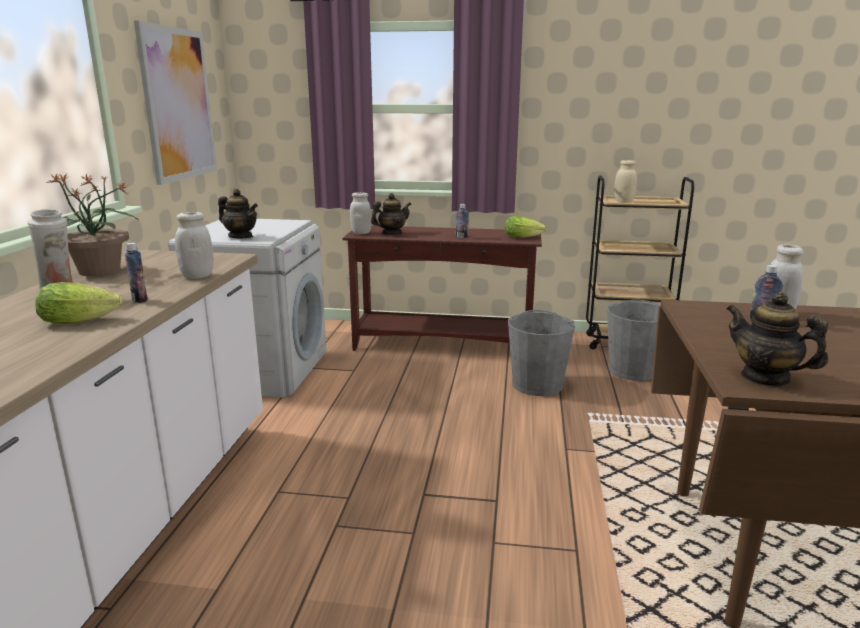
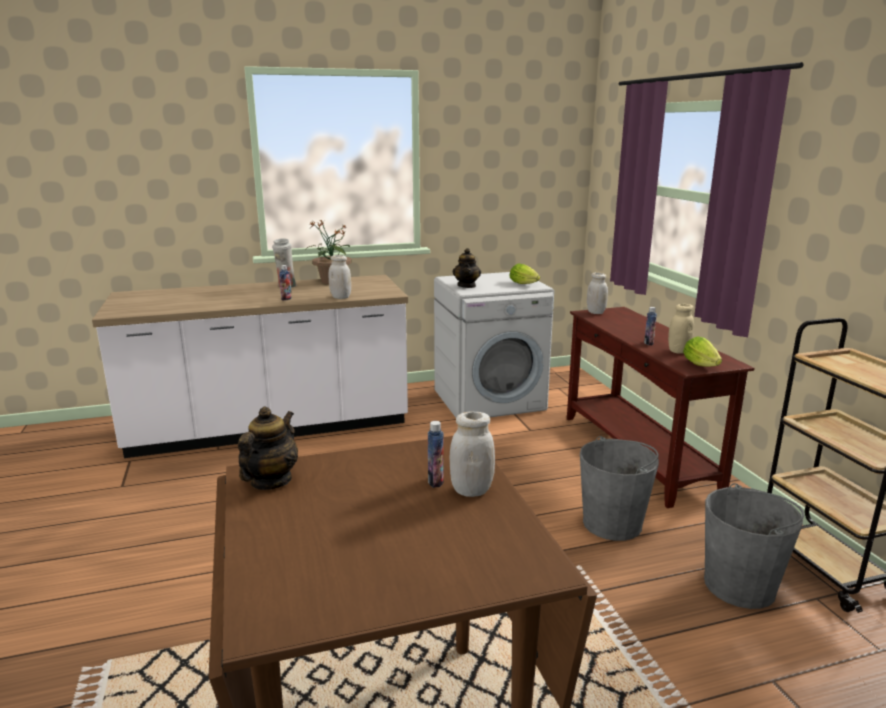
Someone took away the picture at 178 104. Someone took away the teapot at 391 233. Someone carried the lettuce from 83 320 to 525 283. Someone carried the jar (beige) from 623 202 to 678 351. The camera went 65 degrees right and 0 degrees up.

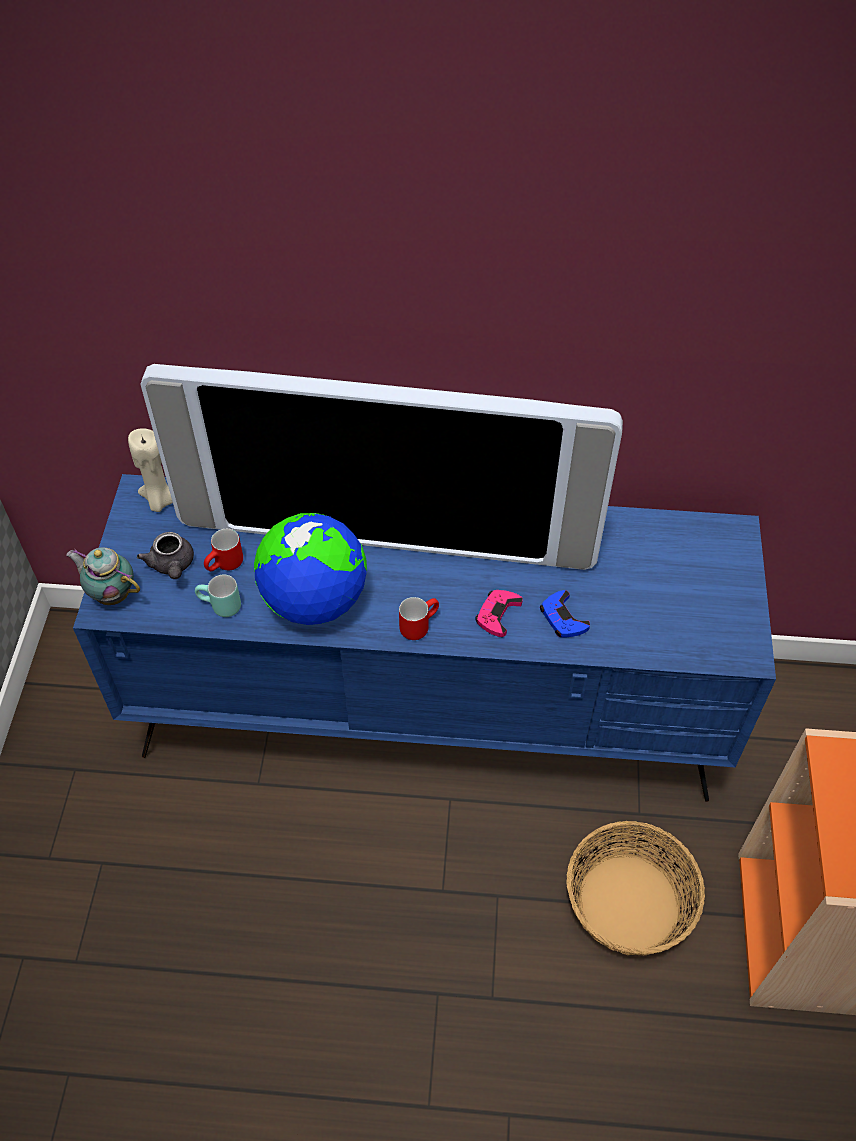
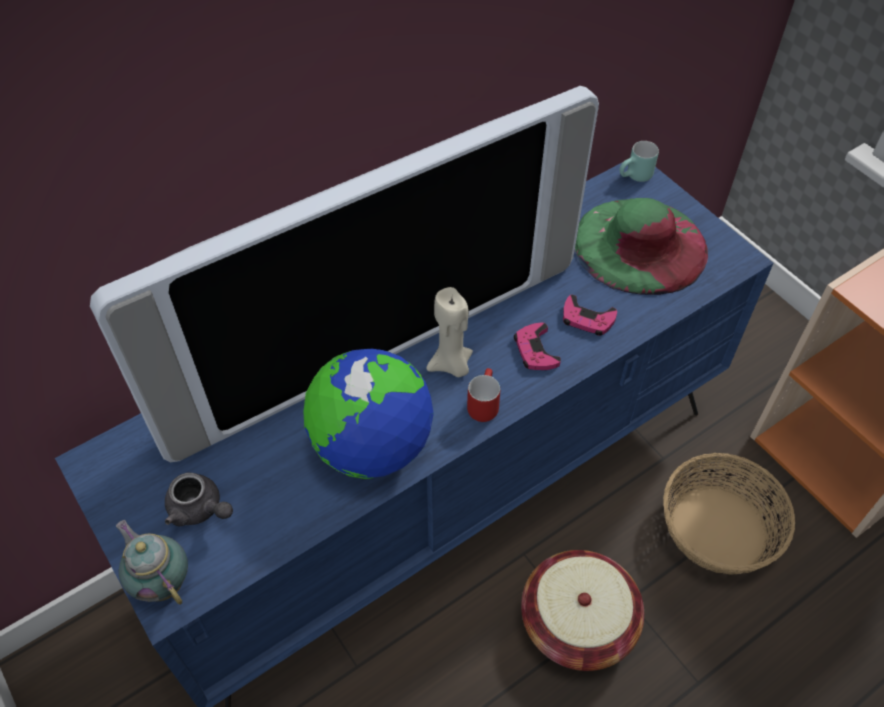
Someone took away the mug (red) at 226 566. Someone put down the basket at 578 622. Someone put down the hat (green) at 640 245. Someone carried the candle (beige) from 159 500 to 451 365. Someone carried the mug (turquoise) from 219 607 to 635 178. Someone repainted the game controller (blue) at 563 618, which became the game controller (pink) at 587 319. Someone rotated the teapot at 111 594 by 60 degrees clockwise. The camera went 40 degrees left and 0 degrees up.

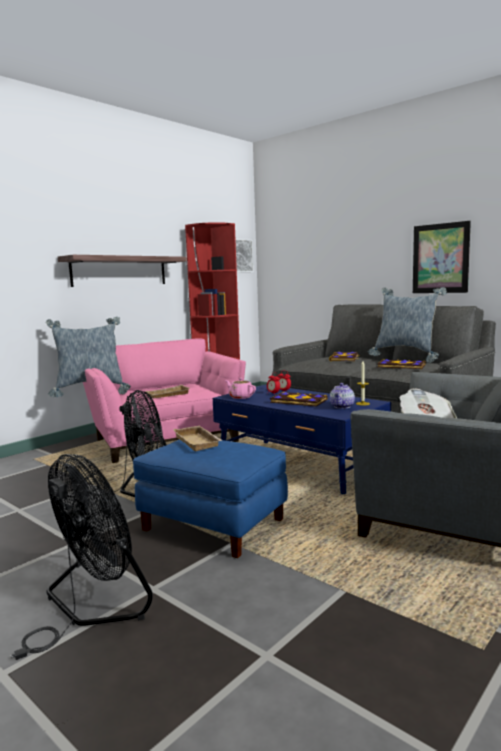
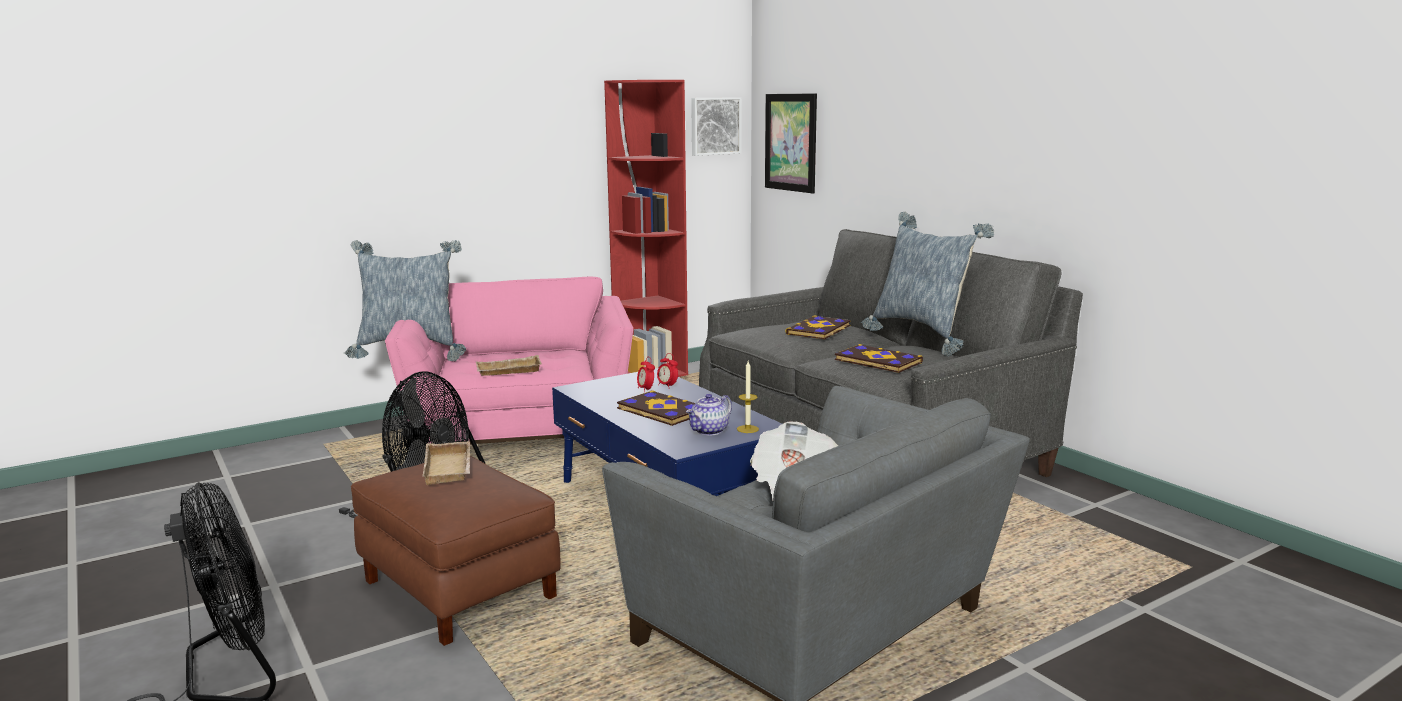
Someone took away the shelf at 120 271. Someone took away the teapot (pink) at 240 397. Someone carried the picture from 440 258 to 790 142. Someone repainted the ottoman (blue) at 212 525, which became the ottoman (brown) at 457 589. The camera went 15 degrees right and 5 degrees up.

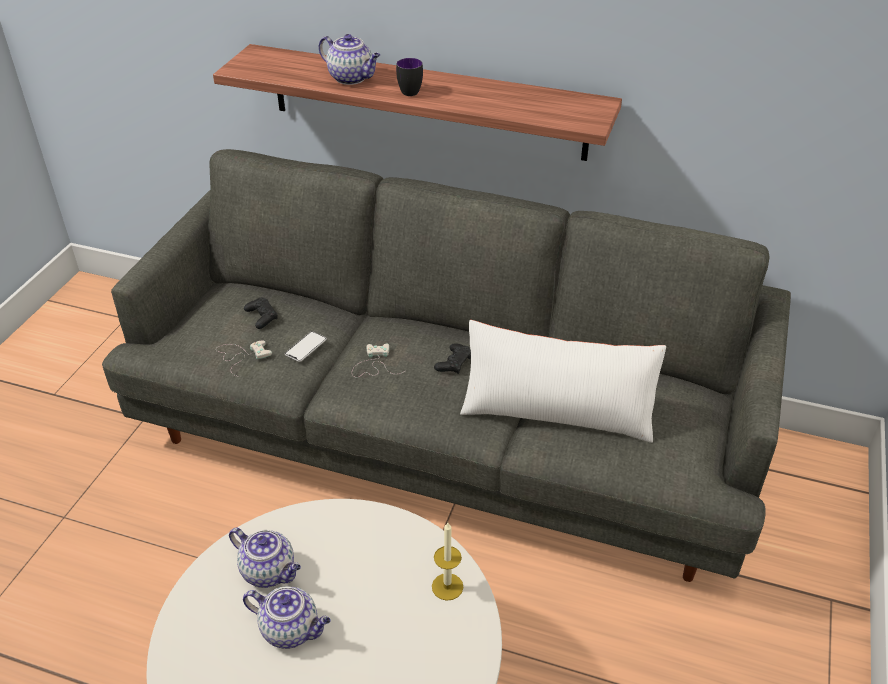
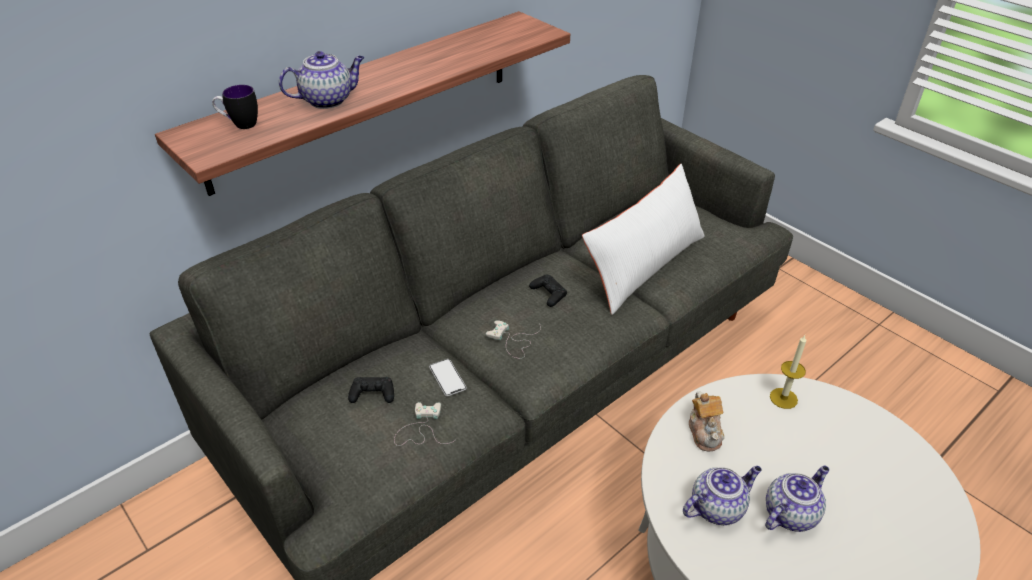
Someone put down the teapot at 705 432. Someone carried the mug from 407 90 to 240 124. The camera went 60 degrees left and 0 degrees up.

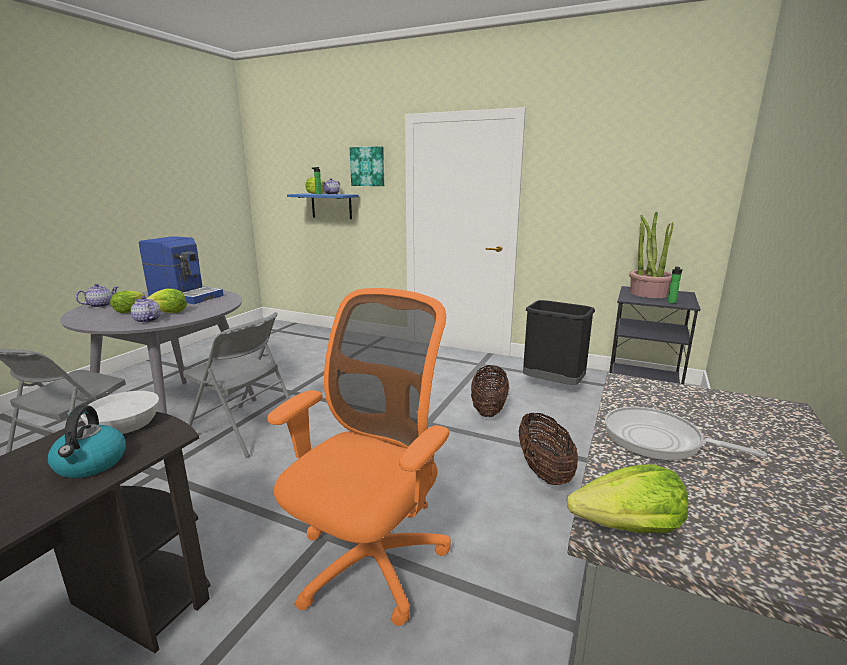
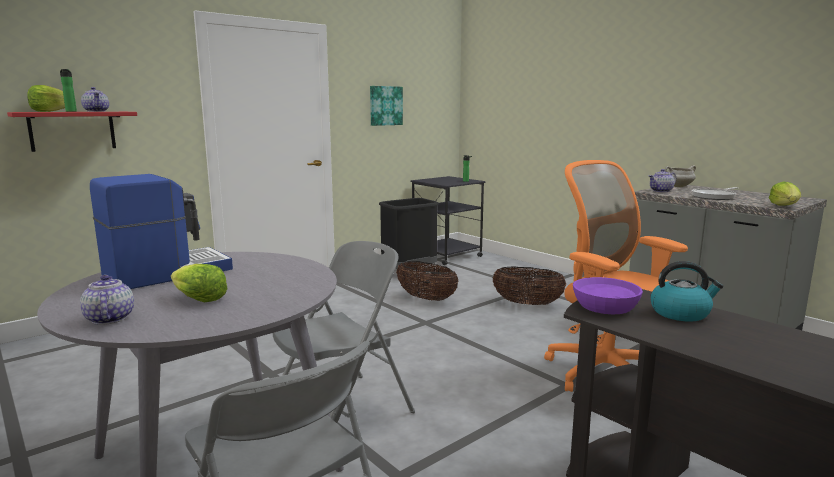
Someone took away the lettuce at 168 312. Someone took away the potted plant at 648 293. Someone put down the cooking pot (white) at 678 186. Someone carried the teapot from 147 320 to 661 191. Someone carried the picture from 368 166 to 385 105. Someone repainted the bowl (white) at 125 423, which became the bowl (purple) at 604 306. Someone repainted the shelf (blue) at 331 206, which became the shelf (red) at 72 130. The camera went 65 degrees left and 5 degrees down.

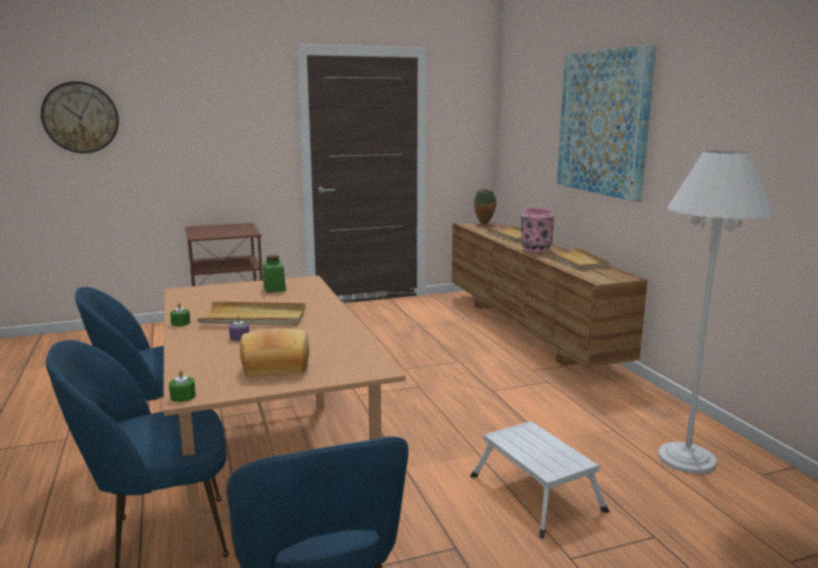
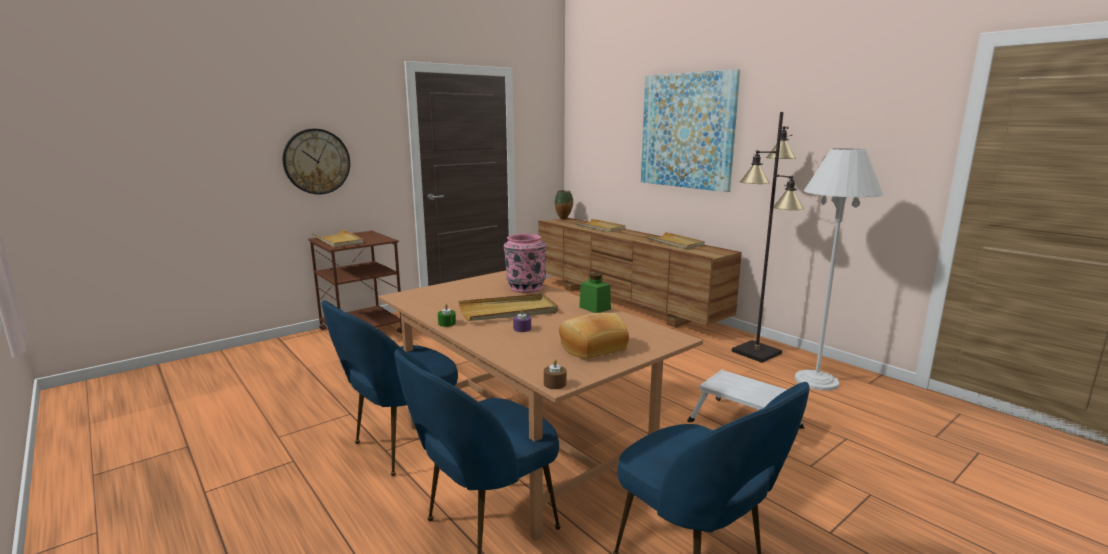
Someone put down the tray (beige) at 338 241. Someone put down the floor lamp (black) at 757 352. Someone carried the wall clock from 80 117 to 317 161. Someone carried the jar (green) from 274 289 to 595 308. Someone carried the vase (pink) from 535 249 to 525 287. Someone repainted the candle (green) at 183 396, which became the candle (brown) at 555 384. The camera went 20 degrees left and 0 degrees up.

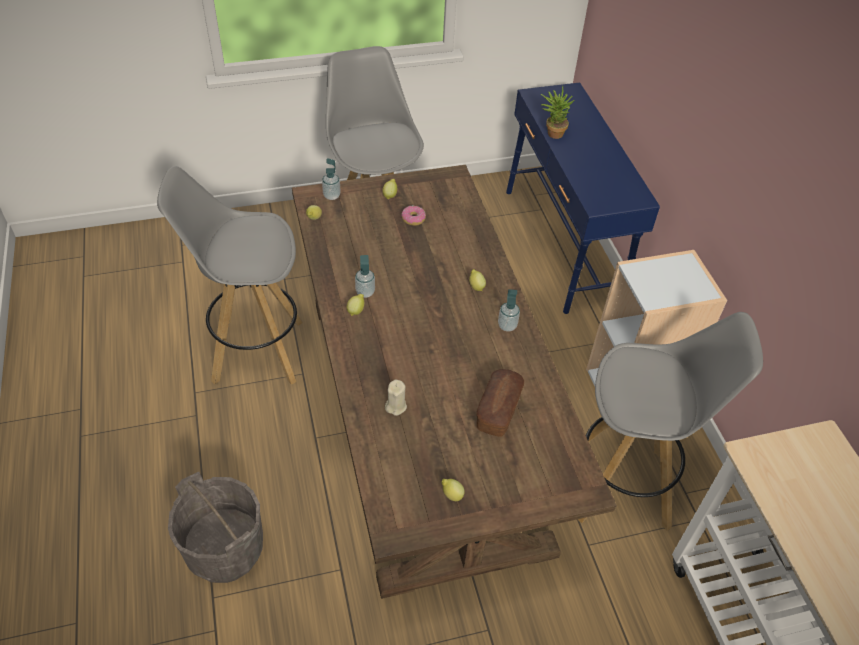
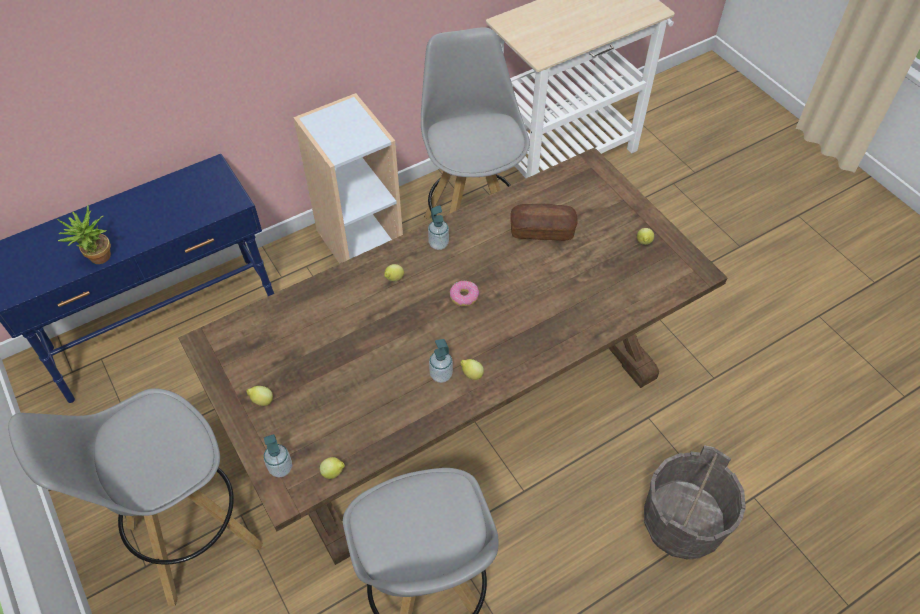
Someone took away the candle (beige) at 396 406. Someone carried the donut from 413 219 to 464 297. The camera went 105 degrees left and 5 degrees up.

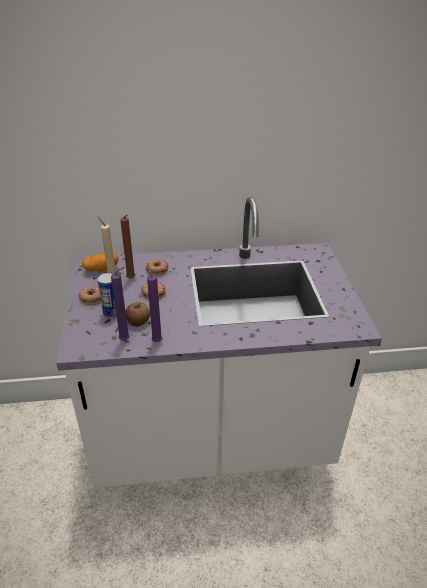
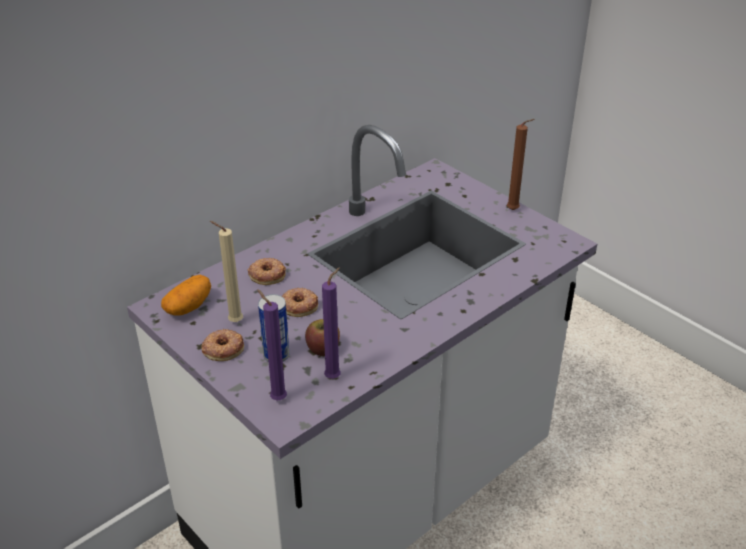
Someone carried the candle (brown) from 131 279 to 514 210. Someone carried the candle (purple) from 156 340 to 276 398. The camera went 35 degrees left and 0 degrees up.

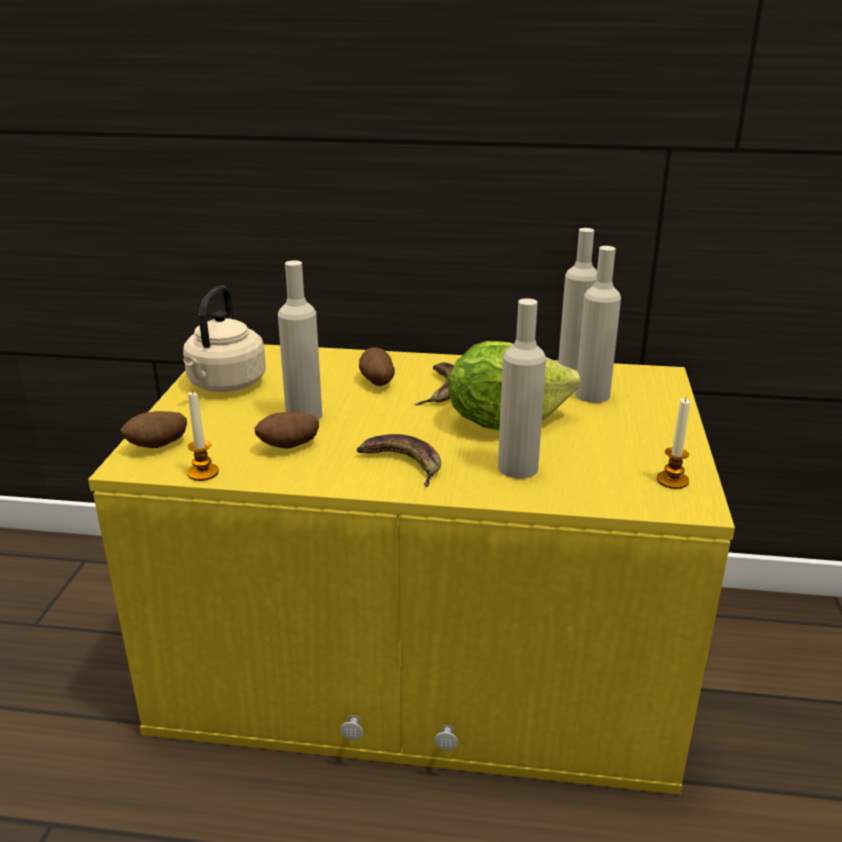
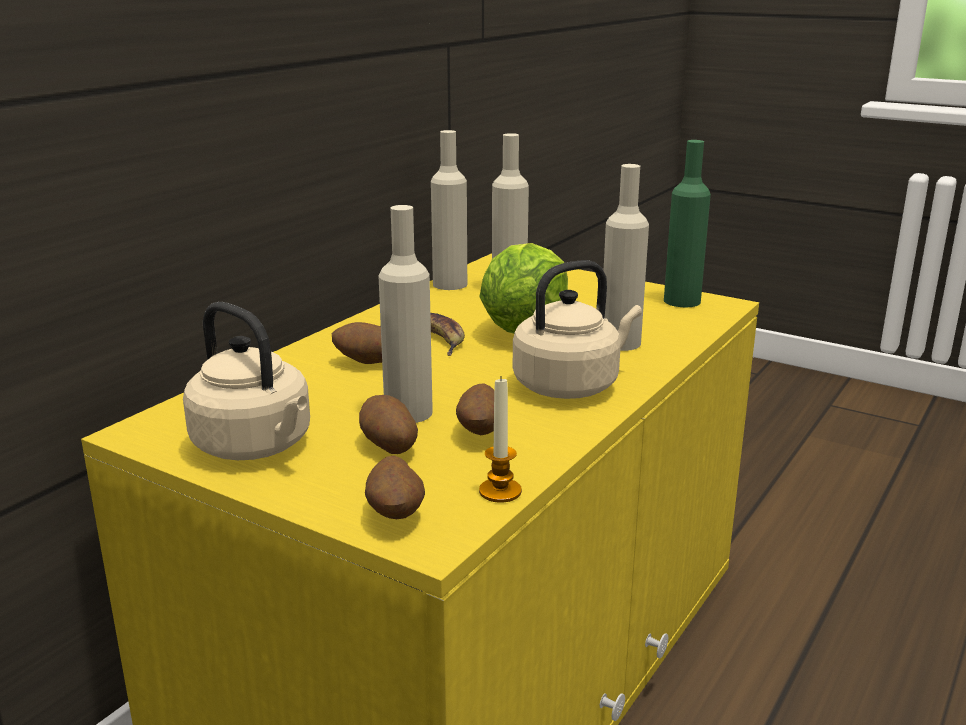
Someone put down the potato at 388 447. Someone swapped the banana at 401 463 for the kettle (beige) at 570 385. Someone swapped the candle at 672 480 for the bottle (green) at 682 301. The camera went 65 degrees left and 5 degrees down.

